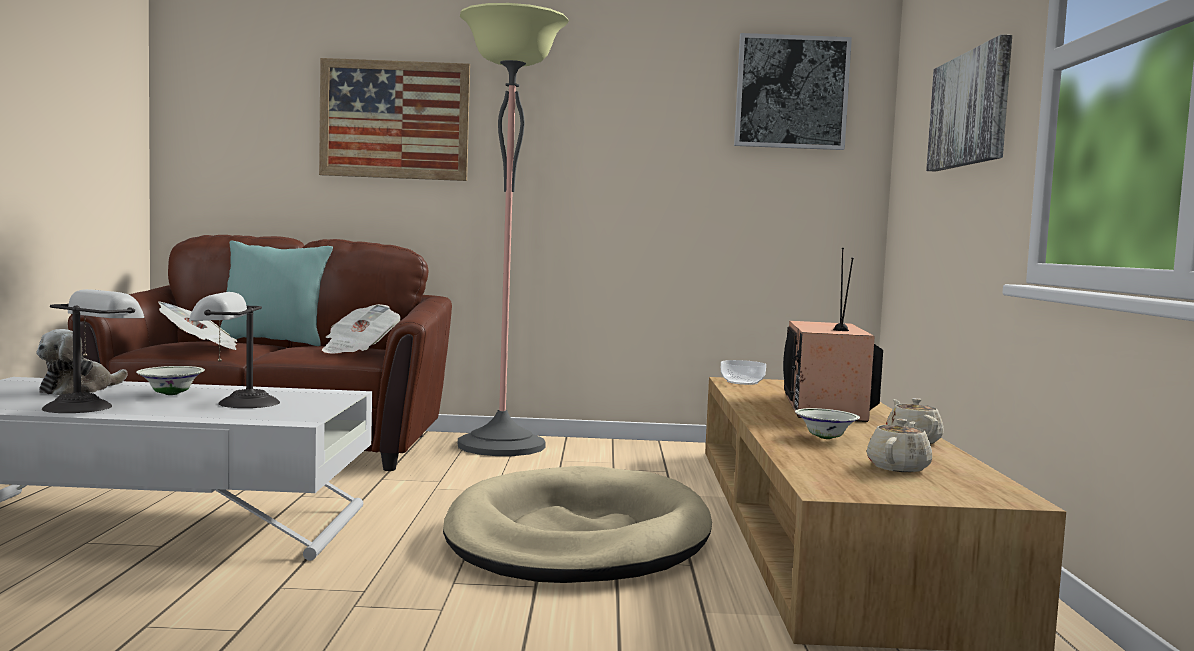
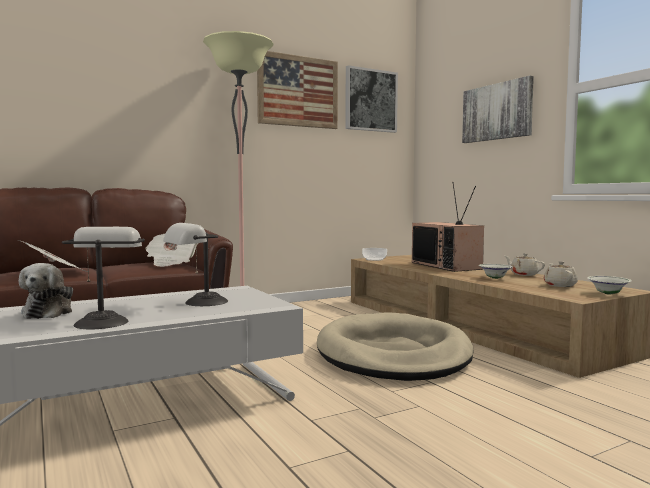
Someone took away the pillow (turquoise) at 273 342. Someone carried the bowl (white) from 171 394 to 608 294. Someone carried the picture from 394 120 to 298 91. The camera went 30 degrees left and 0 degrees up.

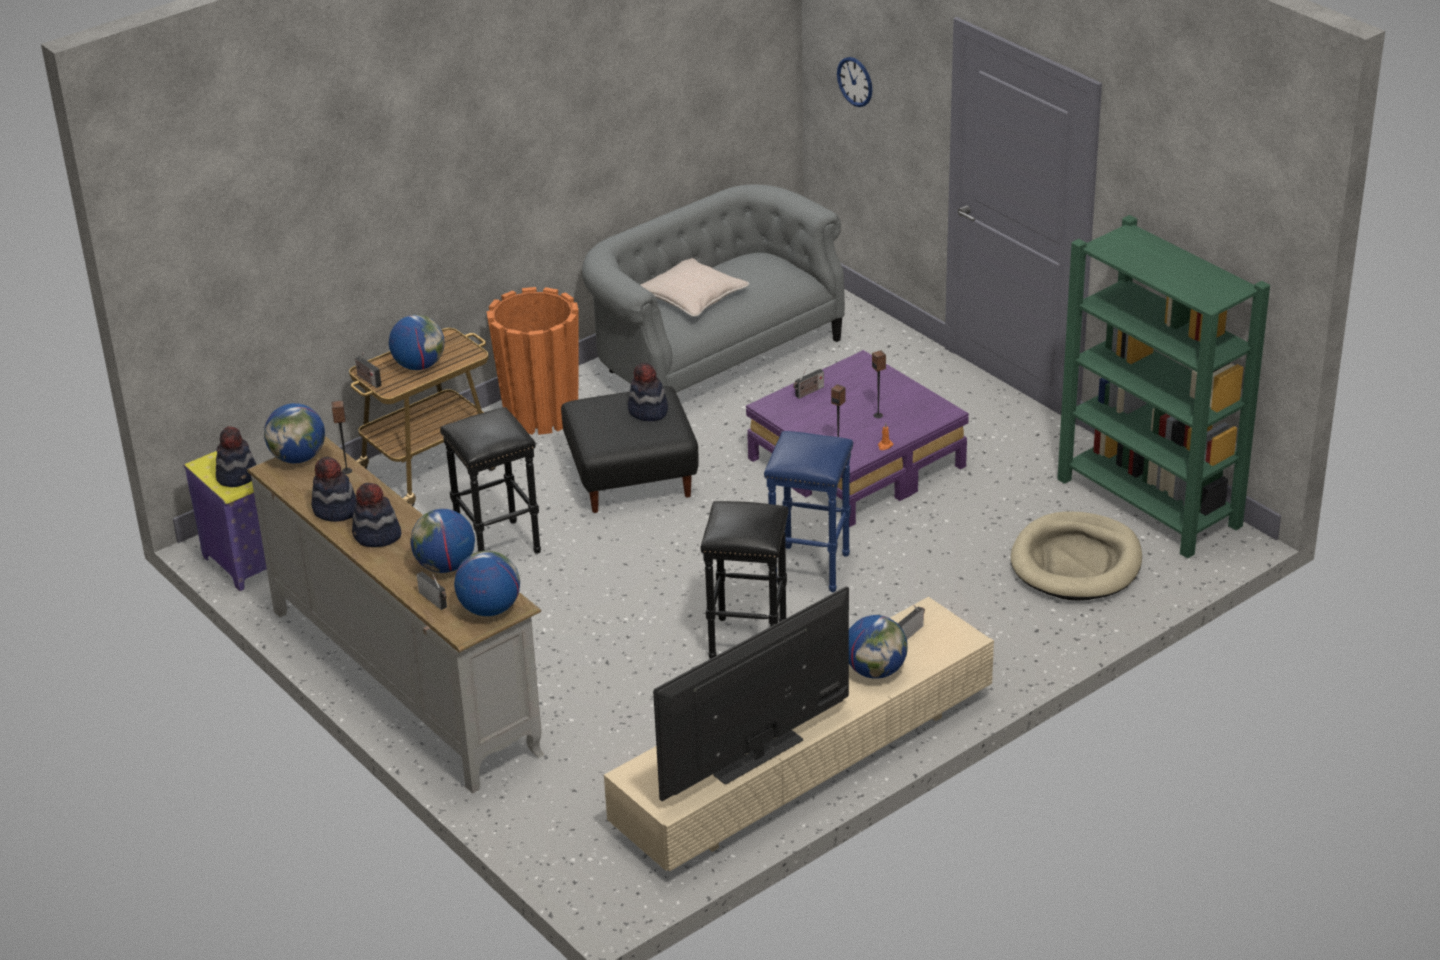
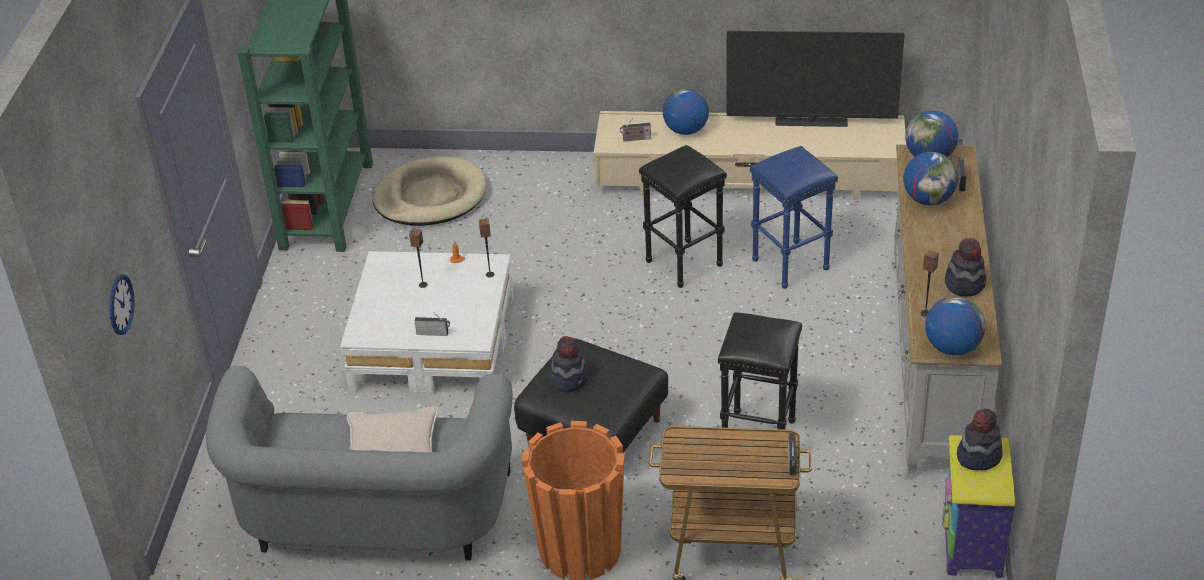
Someone took away the hat at 377 536. Someone took away the globe at 419 365. Someone carried the stool (blue) from 811 569 to 790 263. Someone repainted the coffee table (purple) at 856 461, which became the coffee table (white) at 432 345. The camera went 135 degrees left and 5 degrees up.

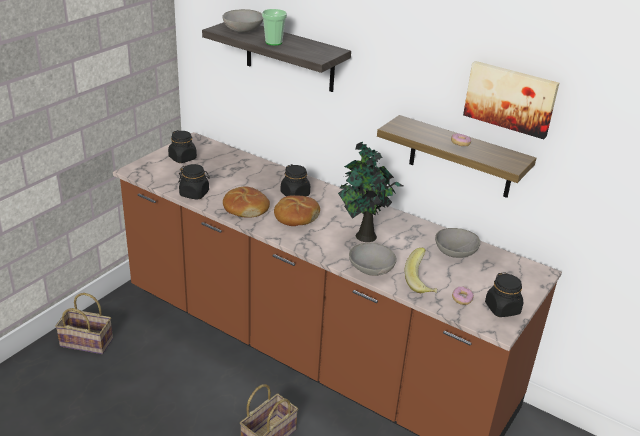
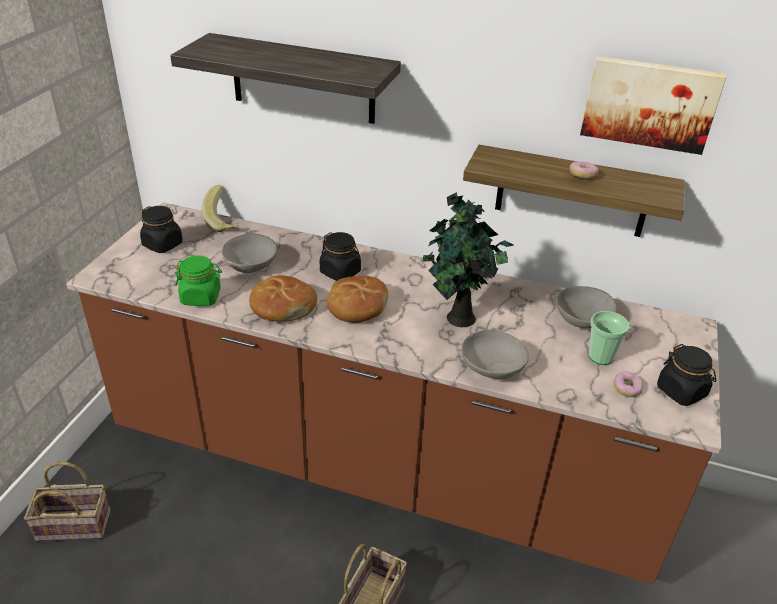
Someone carried the bowl (grey) from 243 30 to 251 265. Someone carried the cup from 273 42 to 600 357. Someone carried the banana from 422 282 to 224 222. Someone repainted the jar (black) at 194 194, which became the jar (green) at 201 297. The camera went 15 degrees left and 5 degrees up.

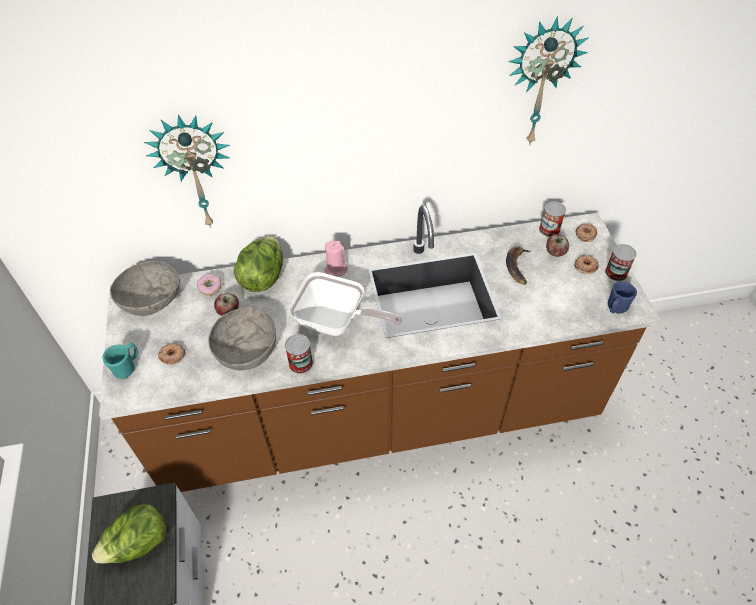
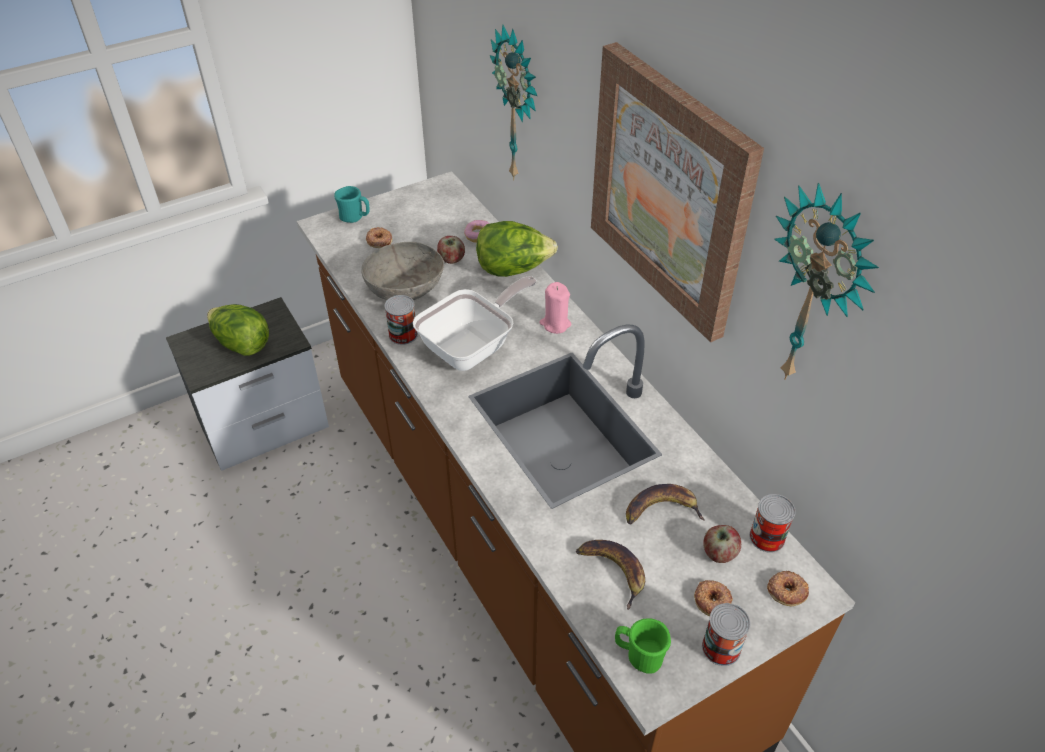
Someone took away the bowl (grey) at 152 299. Someone put down the banana at 613 571. Someone put up the picture at 670 191. Someone repainted the mug (blue) at 615 308, which became the mug (green) at 639 655. Someone rotated the frying pan at 336 322 by 135 degrees counterclockwise. The camera went 70 degrees right and 5 degrees down.

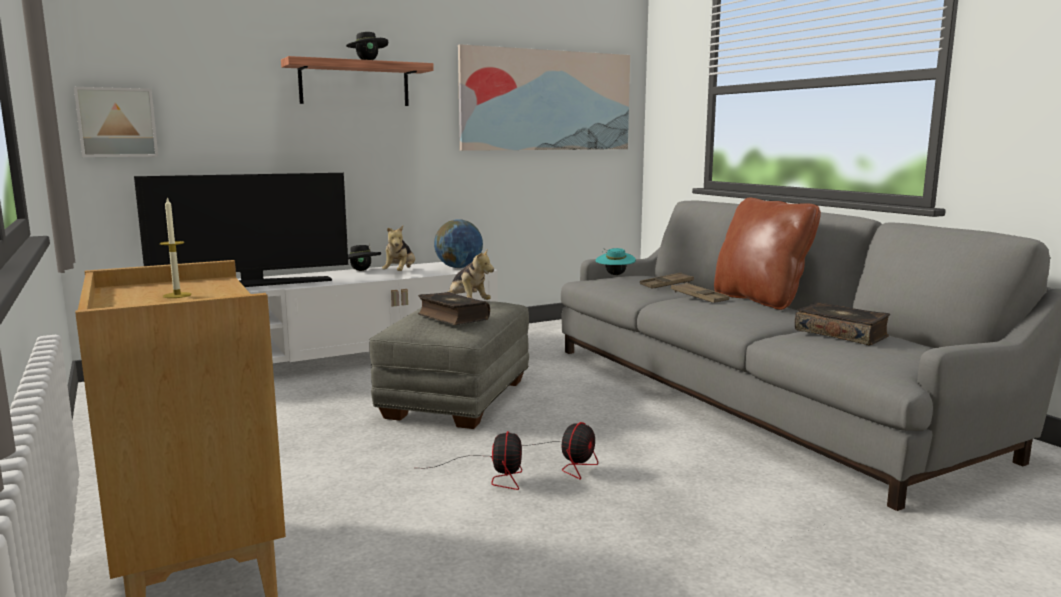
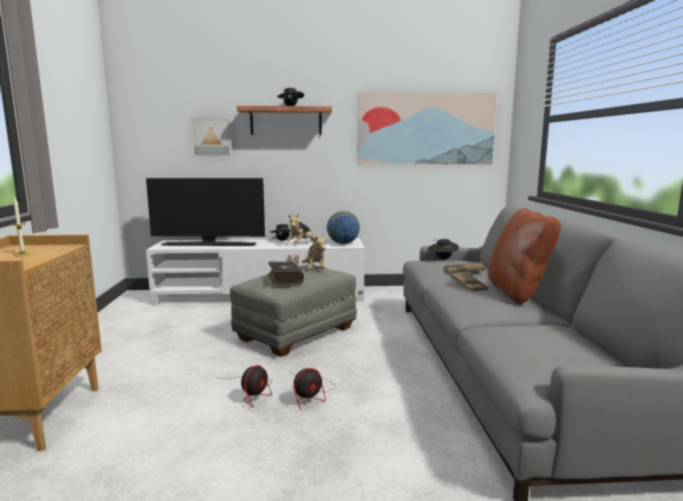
Someone took away the book at 841 334. Someone carried the picture from 117 122 to 212 137. Someone repainted the hat (turquoise) at 615 275, which became the hat (black) at 442 258. The camera went 25 degrees right and 0 degrees up.

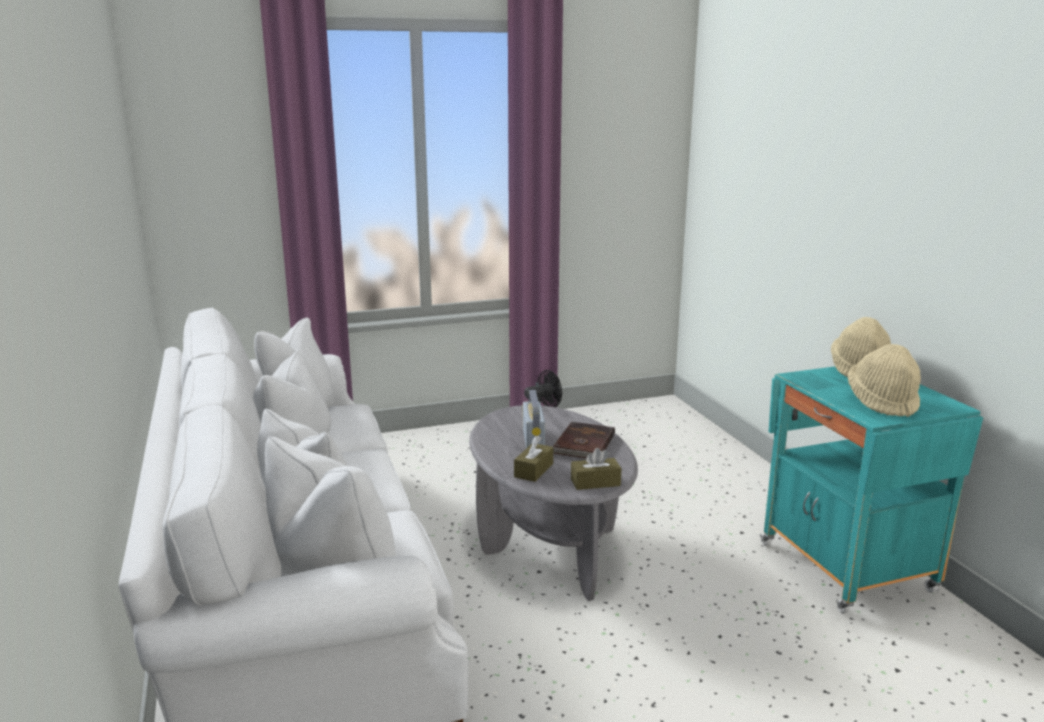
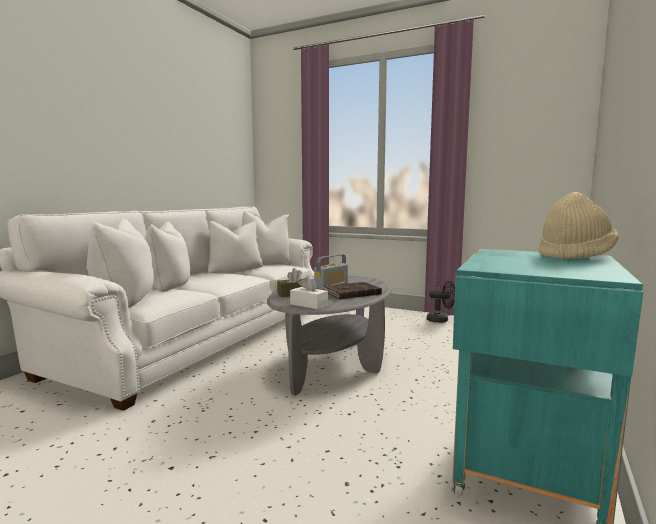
Someone took away the hat (beige) at 882 402. Someone repainted the tissue box (brown) at 595 482, which became the tissue box (white) at 309 304. The camera went 45 degrees right and 10 degrees down.

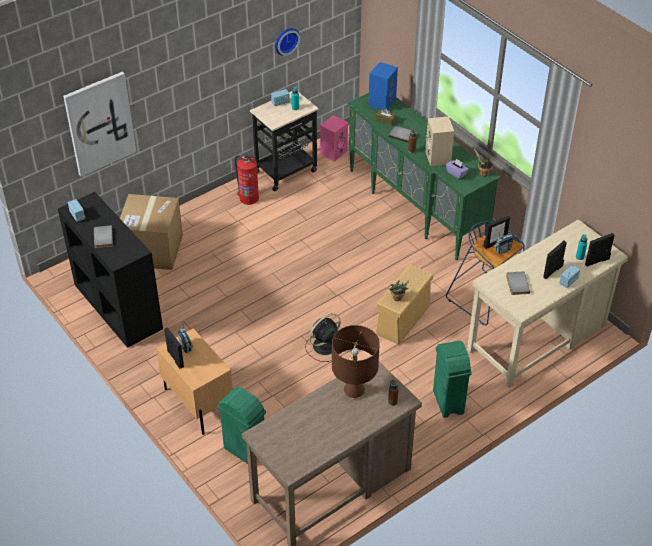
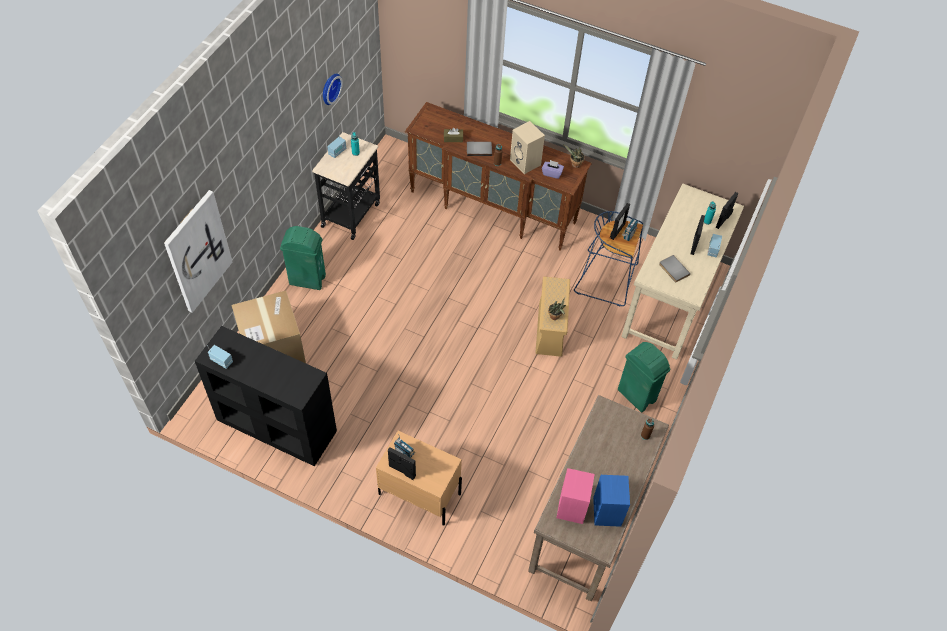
Someone took away the book (grey) at 102 237. Someone took away the fire extinguisher at 248 198. Someone took away the fan (black) at 323 346. Someone took away the table lamp (brown) at 354 391. Someone carried the trash can (green) from 244 450 to 307 279. Someone carried the speaker (pink) from 333 152 to 571 506. Someone carried the speaker (blue) from 382 102 to 606 510. Someone repainted the cabinet (green) at 415 206, which became the cabinet (brown) at 492 208. The camera went 30 degrees left and 10 degrees up.

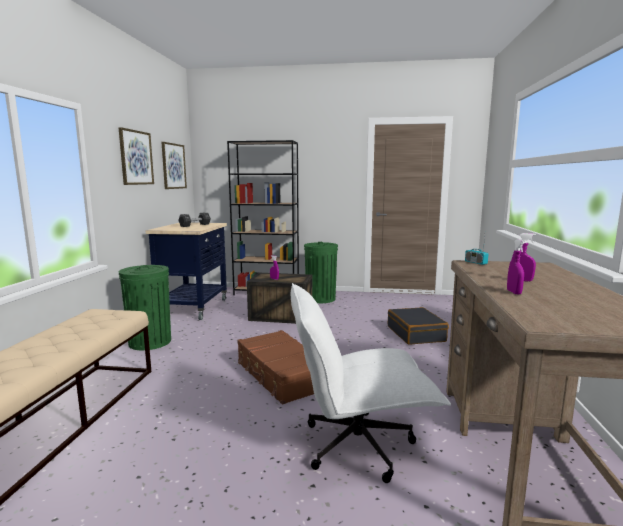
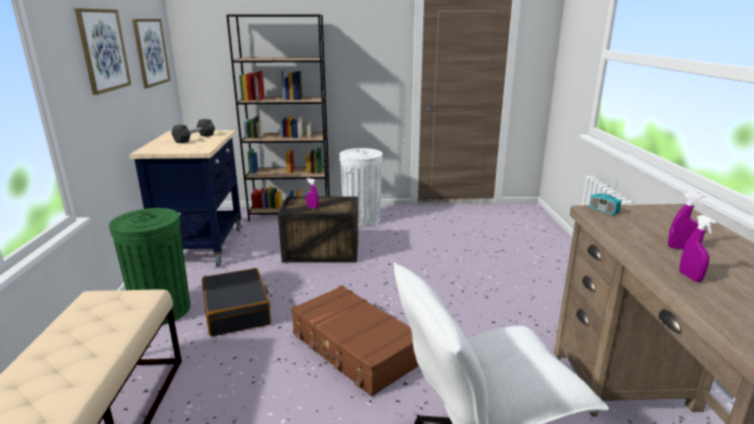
Someone carried the suitcase (black) from 416 334 to 237 311. Someone repainted the trash can (green) at 320 299, which became the trash can (white) at 361 219. The camera went 10 degrees left and 10 degrees up.

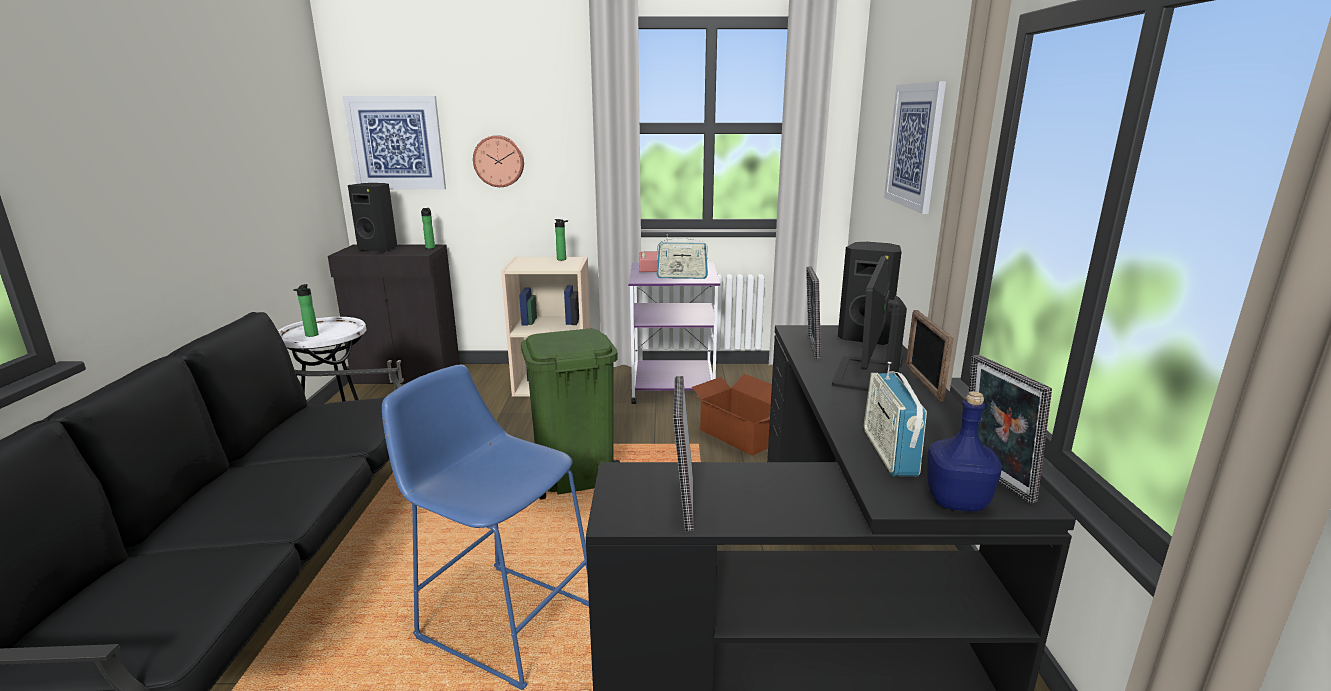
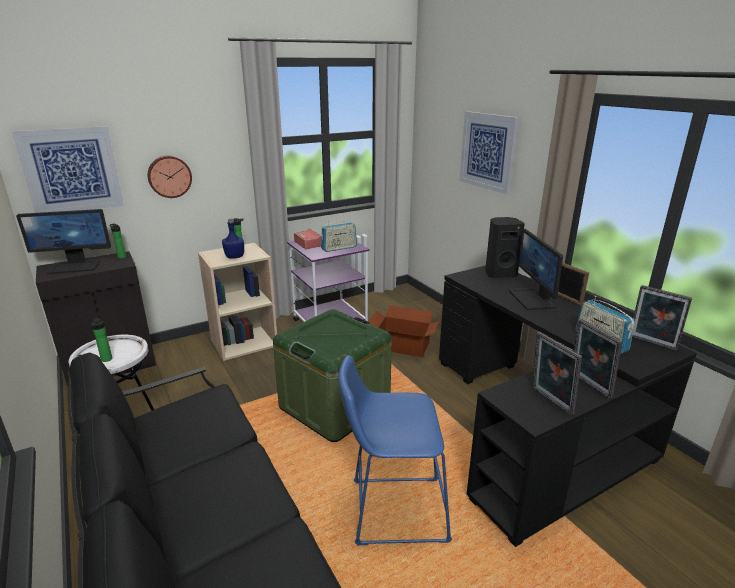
Someone carried the picture frame from 810 348 to 588 386. Someone carried the bottle (blue) from 957 502 to 234 257. Someone swapped the speaker (black) at 379 249 for the monitor at 75 266. Someone swapped the trash can (green) at 574 477 for the storage box (green) at 334 405. The camera went 30 degrees left and 5 degrees up.

